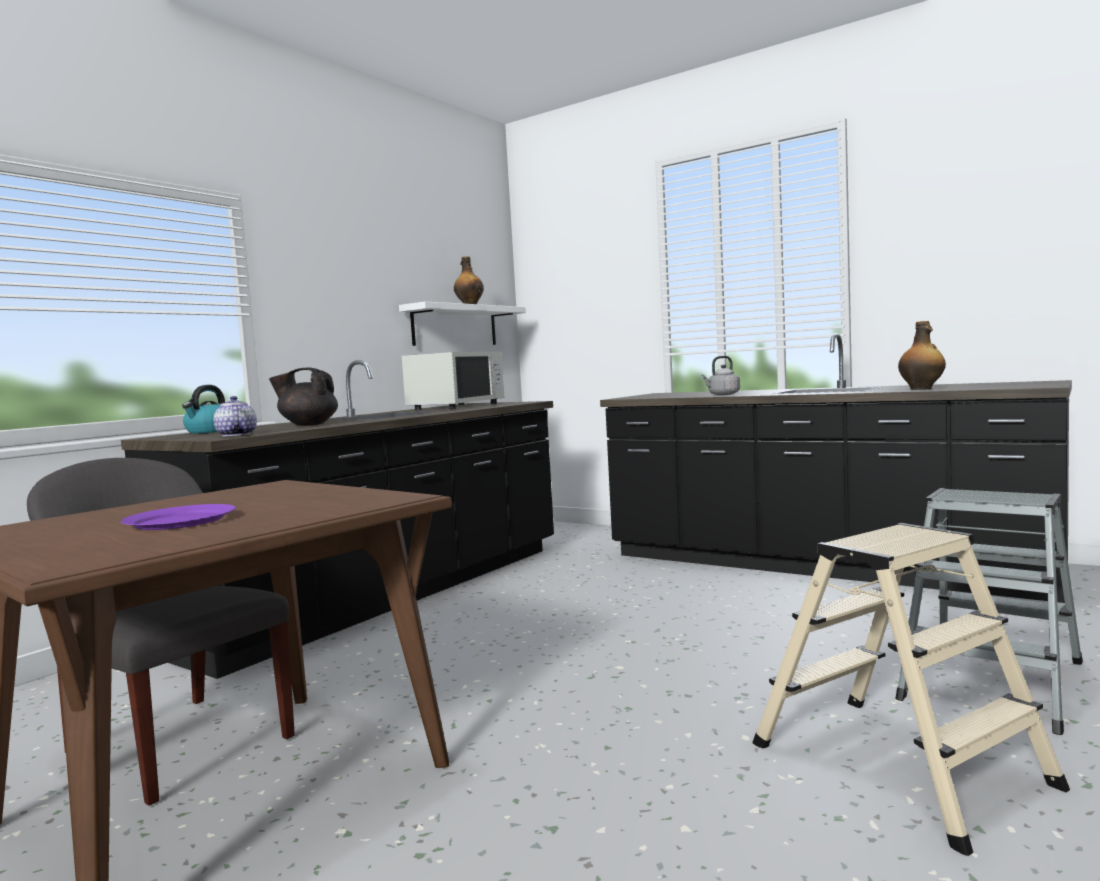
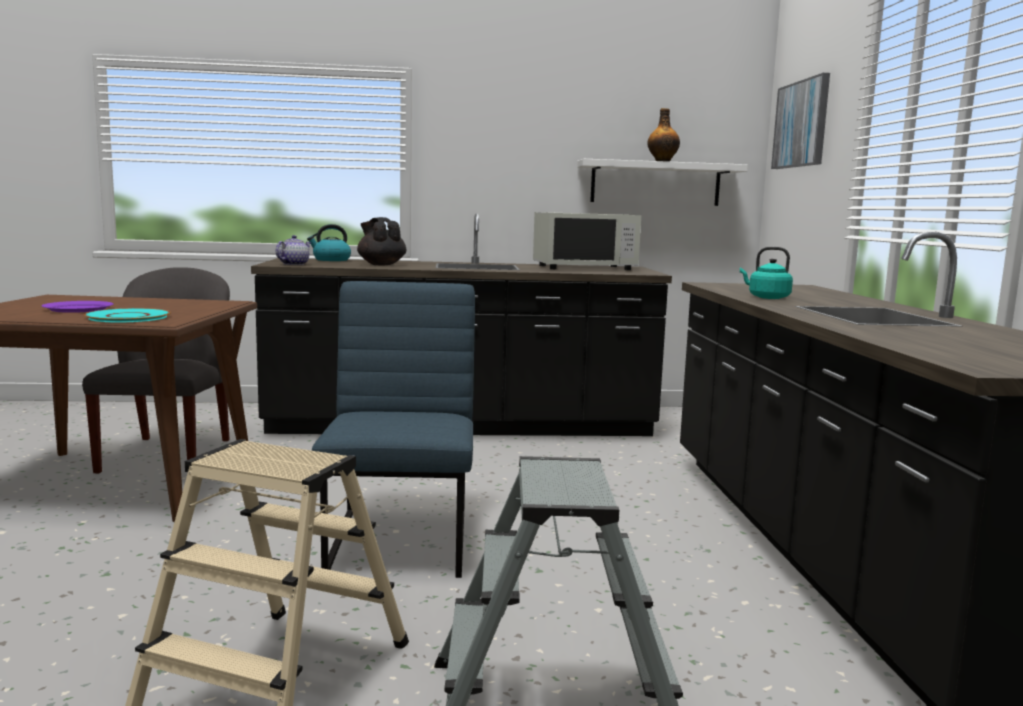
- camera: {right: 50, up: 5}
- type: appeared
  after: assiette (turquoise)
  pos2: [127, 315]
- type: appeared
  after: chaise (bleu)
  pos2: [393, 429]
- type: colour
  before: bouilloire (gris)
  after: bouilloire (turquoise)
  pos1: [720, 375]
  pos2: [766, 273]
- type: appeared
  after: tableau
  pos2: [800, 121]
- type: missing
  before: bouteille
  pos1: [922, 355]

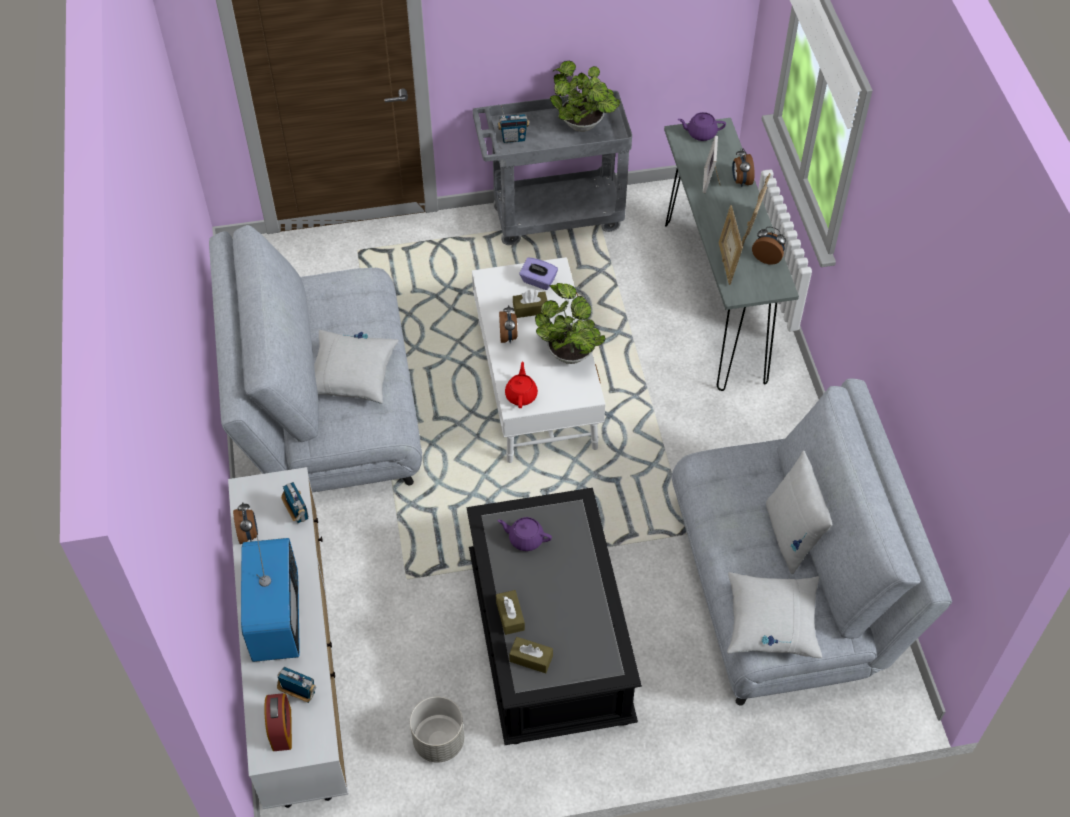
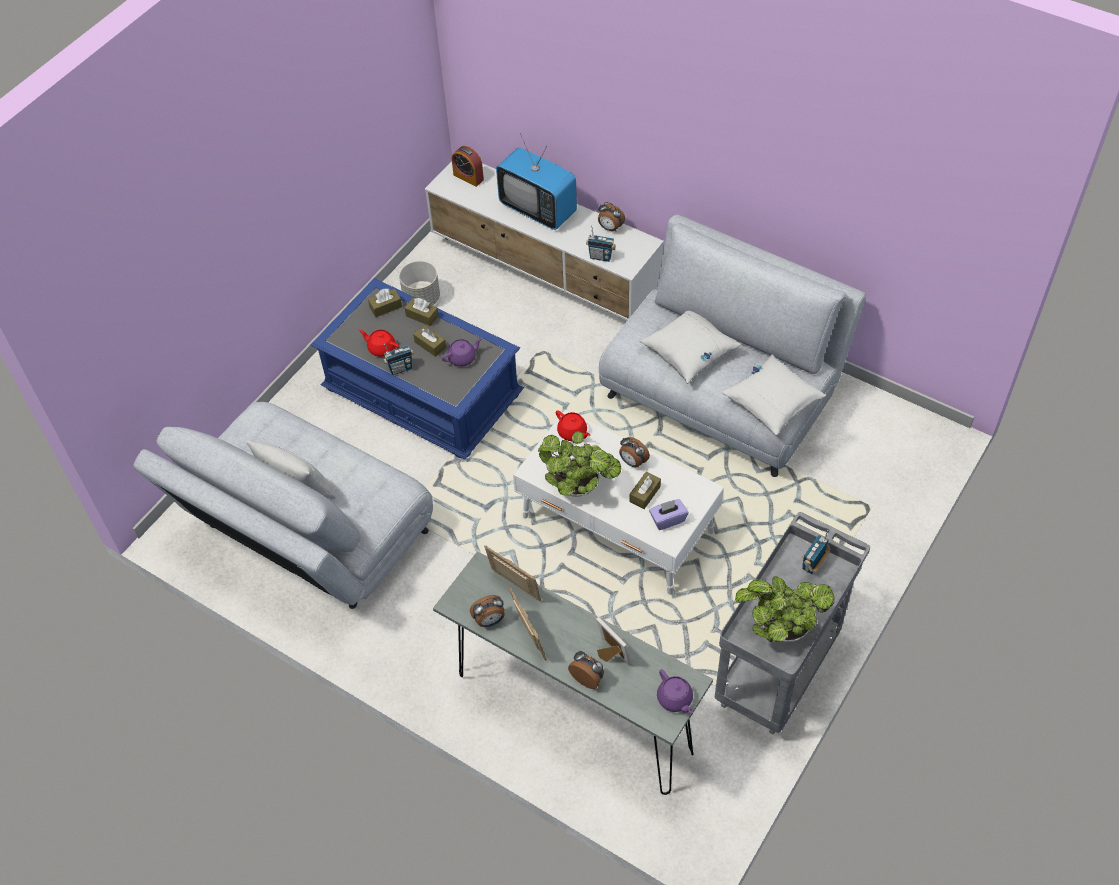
- camera: {right: 135, up: 0}
- type: colour
  before: table basse (noir)
  after: table basse (bleu)
  pos1: [554, 616]
  pos2: [417, 369]
- type: appeared
  after: théière (rouge)
  pos2: [379, 343]
- type: relocated
  before: radio
  pos1: [296, 685]
  pos2: [398, 359]
- type: appeared
  after: boîte à mouchoirs (marron)
  pos2: [429, 341]
- type: spun
  before: théière (violet)
  pos1: [702, 126]
  pos2: [675, 691]
  turn: 105
- type: relocated
  before: coussin (gris)
  pos1: [774, 615]
  pos2: [774, 395]

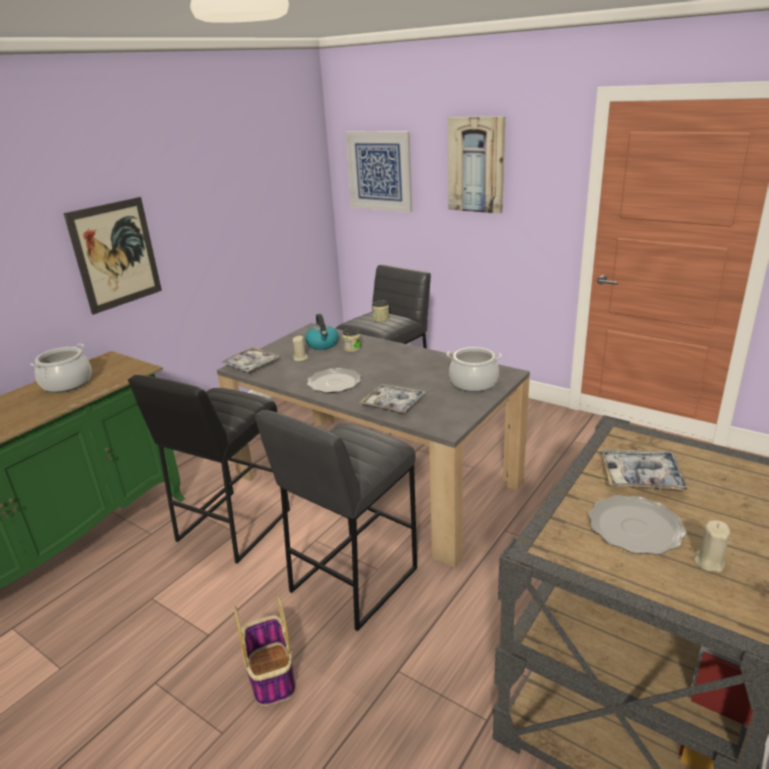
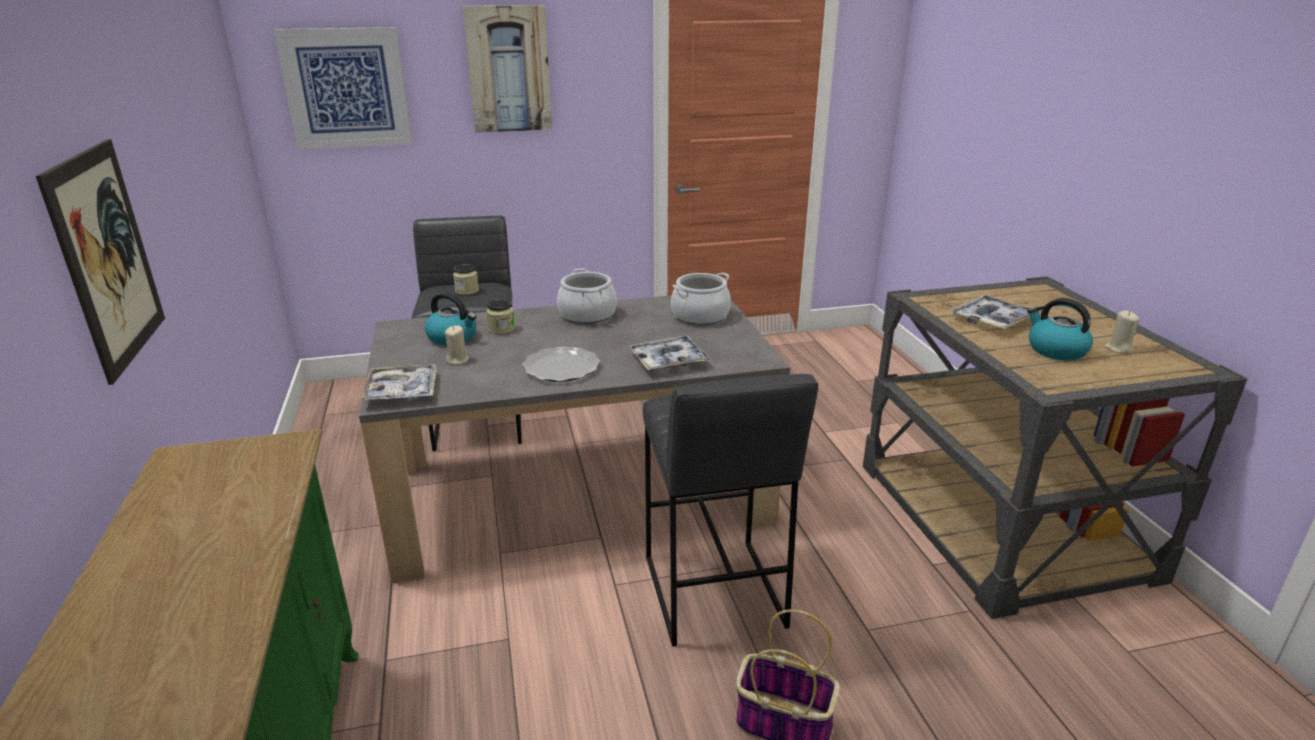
- camera: {right: -50, up: 0}
- type: relocated
  before: marmite
  pos1: [61, 368]
  pos2: [587, 296]
- type: exchanged
  before: assiette
  after: bouilloire
  pos1: [637, 525]
  pos2: [1060, 329]
- type: missing
  before: tabouret (noir)
  pos1: [209, 469]

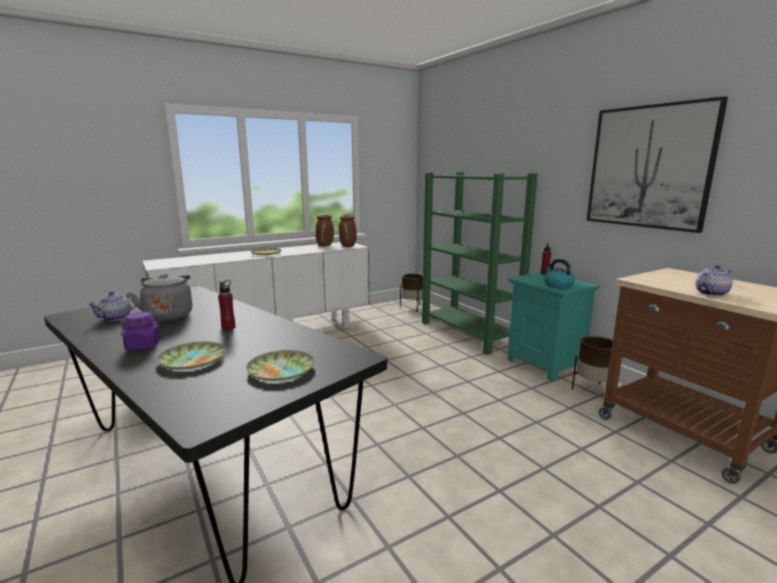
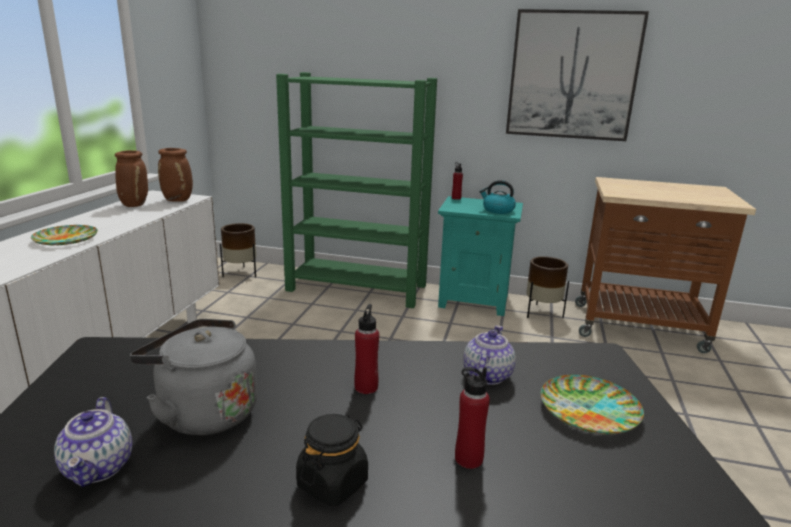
- camera: {right: -45, up: 5}
- type: colour
  before: bocal (violet)
  after: bocal (noir)
  pos1: [140, 331]
  pos2: [332, 460]
- type: exchanged
  before: assiette
  after: bouteille (rouge)
  pos1: [191, 355]
  pos2: [472, 418]
- type: relocated
  before: théière
  pos1: [714, 280]
  pos2: [489, 355]

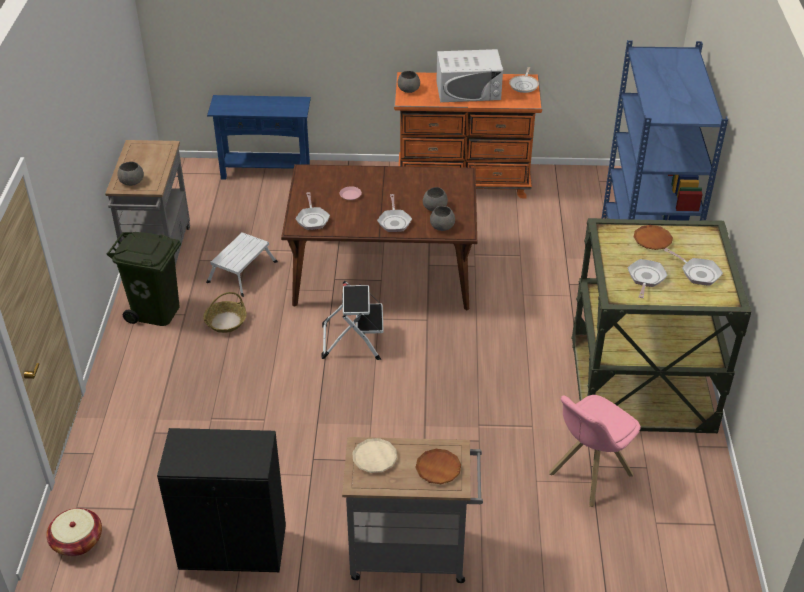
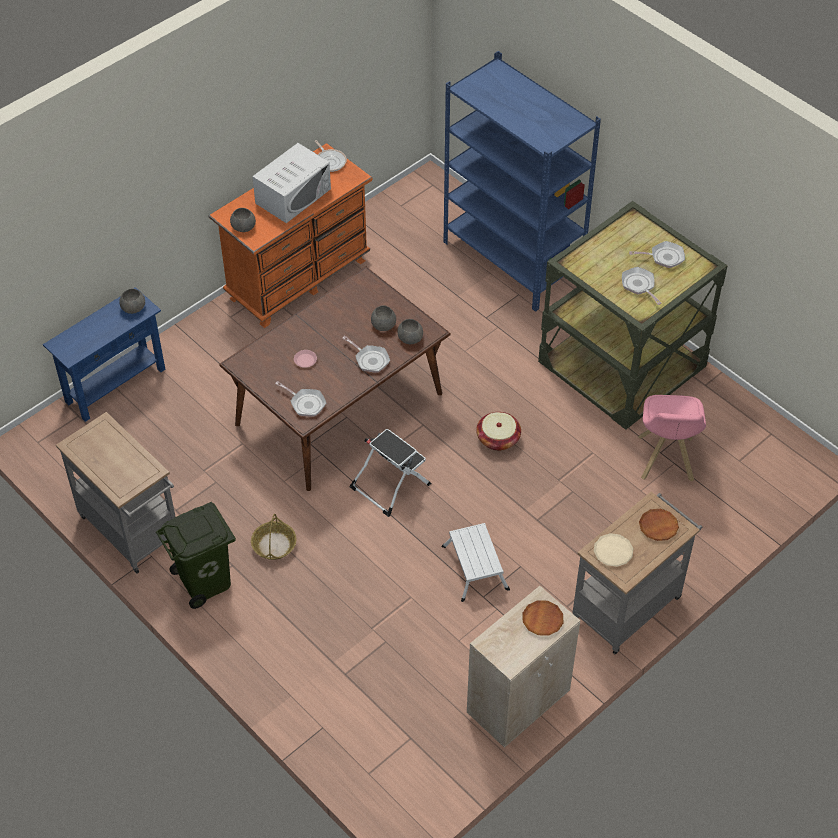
- camera: {right: -45, up: 10}
- type: relocated
  before: bol (gris)
  pos1: [130, 174]
  pos2: [132, 301]
- type: relocated
  before: escabeau (blanc)
  pos1: [242, 264]
  pos2: [475, 562]
- type: colour
  before: meuble de rangement (noir)
  after: meuble de rangement (beige)
  pos1: [221, 500]
  pos2: [523, 667]
- type: relocated
  before: panier
  pos1: [74, 532]
  pos2: [498, 431]
- type: relocated
  before: assiette (marron)
  pos1: [653, 237]
  pos2: [543, 618]

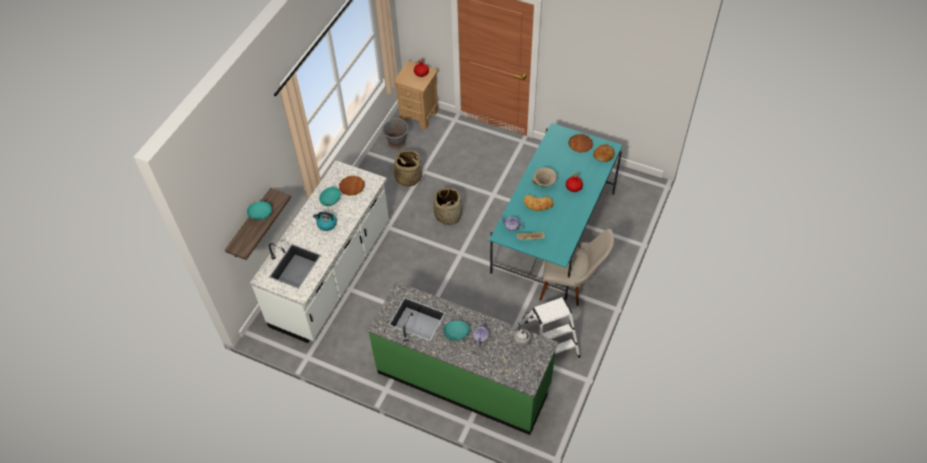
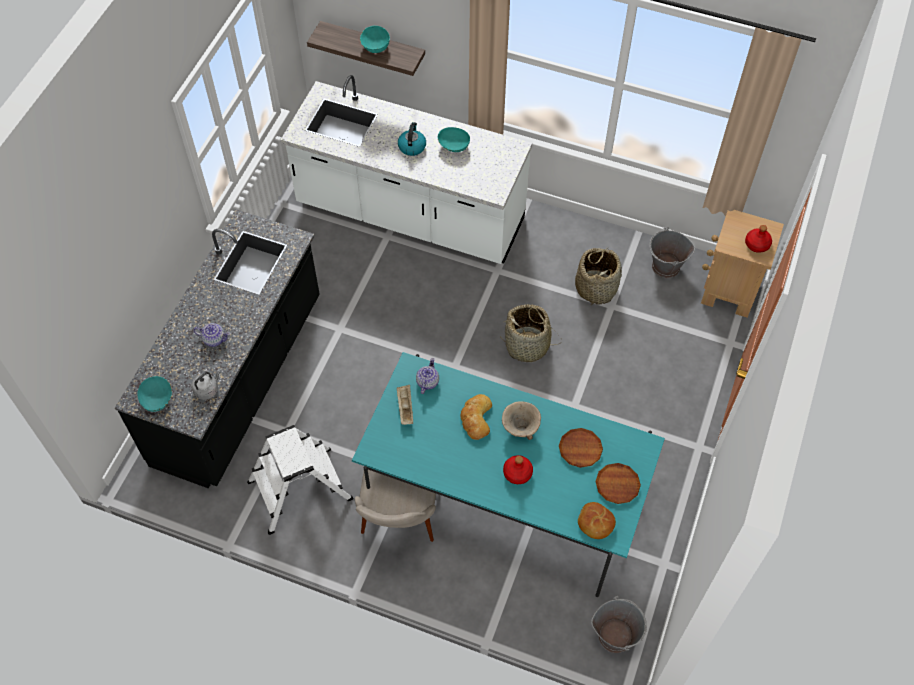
- camera: {right: 85, up: 5}
- type: colour
  before: comptoir de cuisine (vert)
  after: comptoir de cuisine (noir)
  pos1: [463, 358]
  pos2: [217, 349]
- type: relocated
  before: bol (turquoise)
  pos1: [456, 330]
  pos2: [154, 394]
- type: relocated
  before: assiette (marron)
  pos1: [352, 186]
  pos2: [581, 448]
- type: appeared
  after: seau (gris)
  pos2: [619, 624]

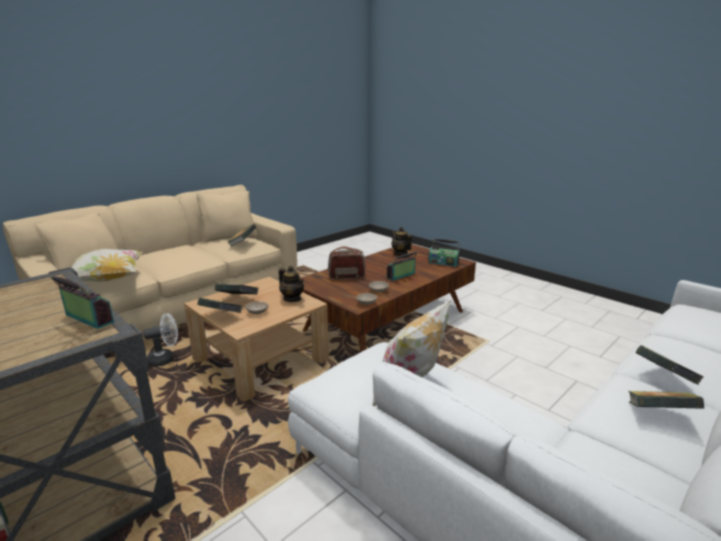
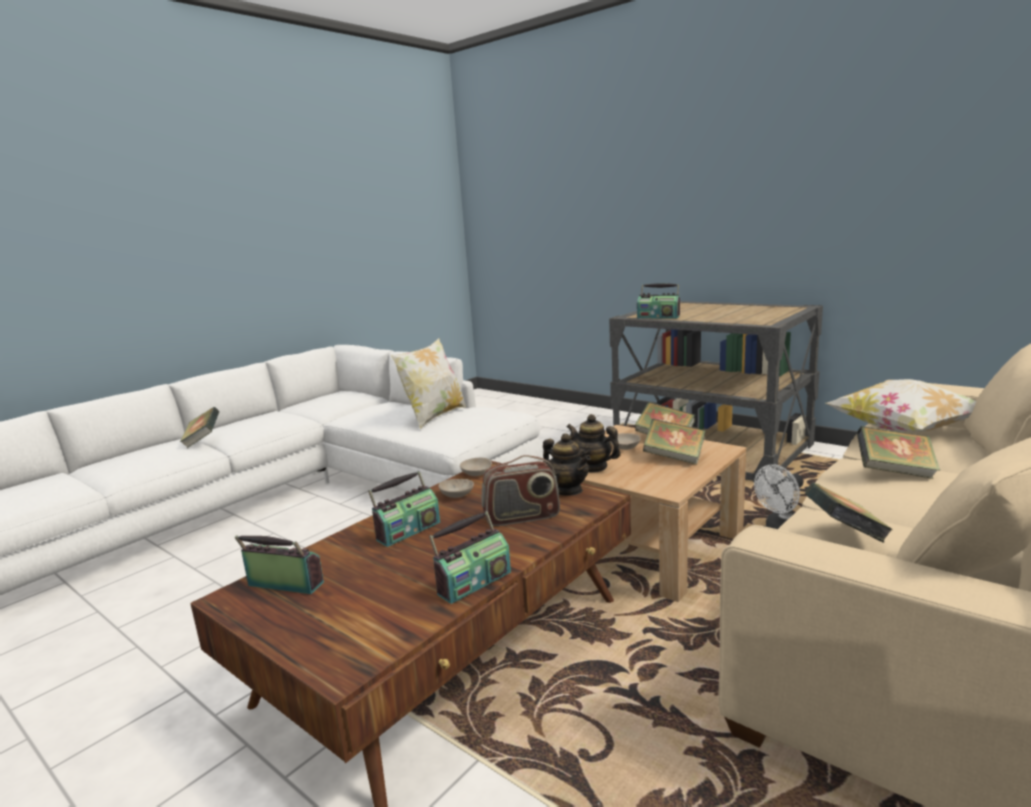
- camera: {right: 175, up: -5}
- type: appeared
  after: radio
  pos2: [470, 557]
- type: relocated
  before: théière
  pos1: [401, 241]
  pos2: [567, 464]
- type: relocated
  before: livre
  pos1: [666, 399]
  pos2: [898, 452]

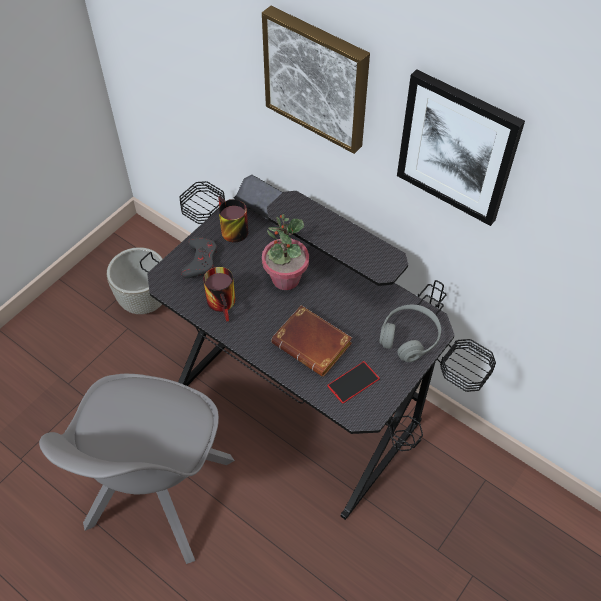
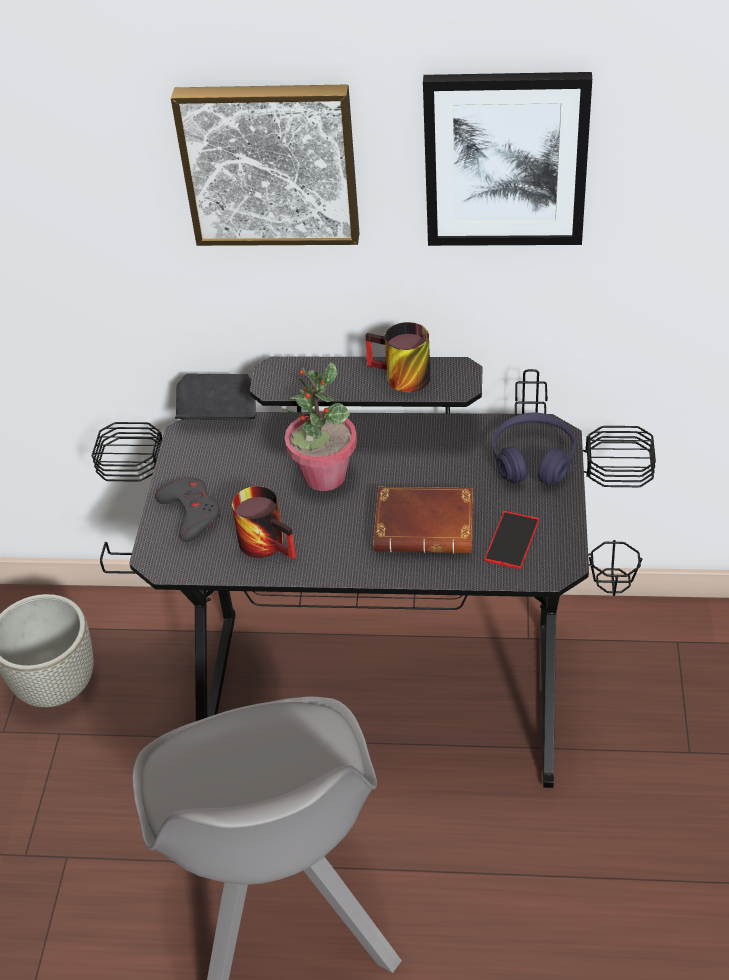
- camera: {right: -30, up: -10}
- type: relocated
  before: mug
  pos1: [233, 219]
  pos2: [397, 357]
- type: colour
  before: casque audio (gris)
  after: casque audio (violet)
  pos1: [410, 333]
  pos2: [534, 448]

